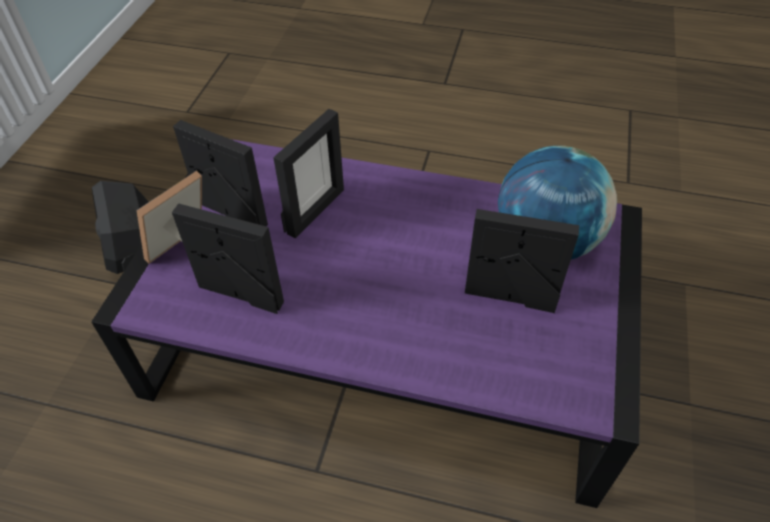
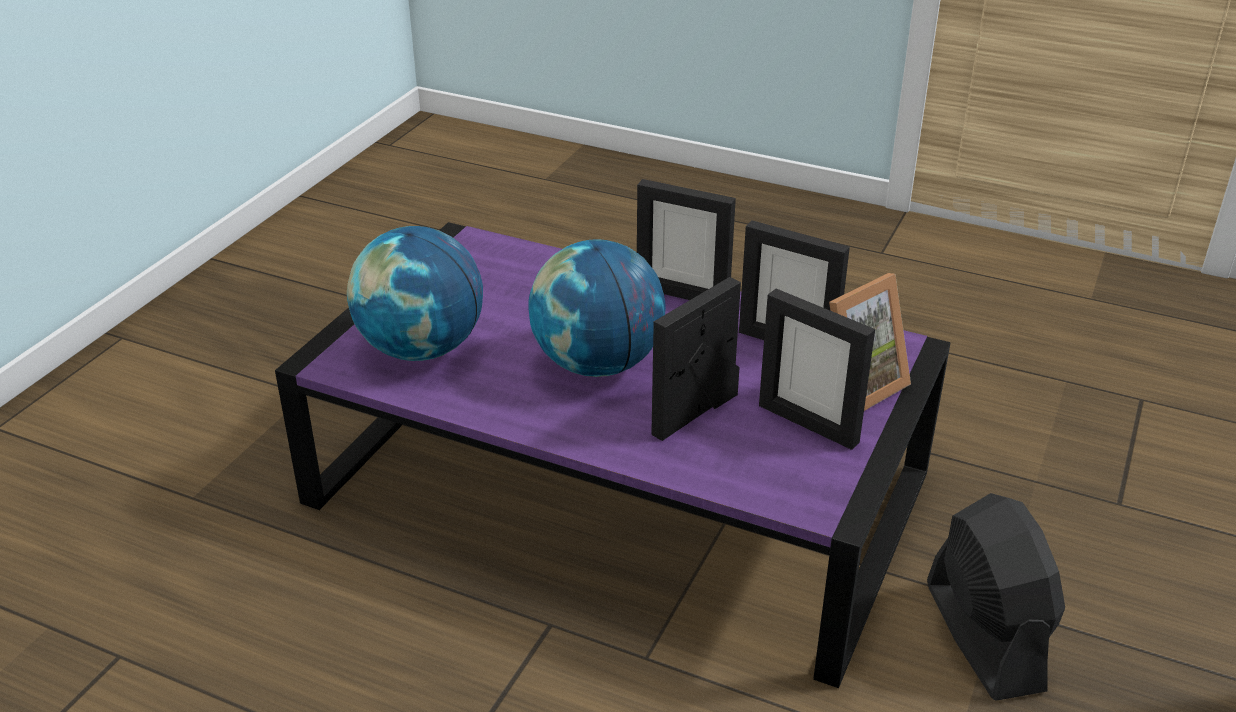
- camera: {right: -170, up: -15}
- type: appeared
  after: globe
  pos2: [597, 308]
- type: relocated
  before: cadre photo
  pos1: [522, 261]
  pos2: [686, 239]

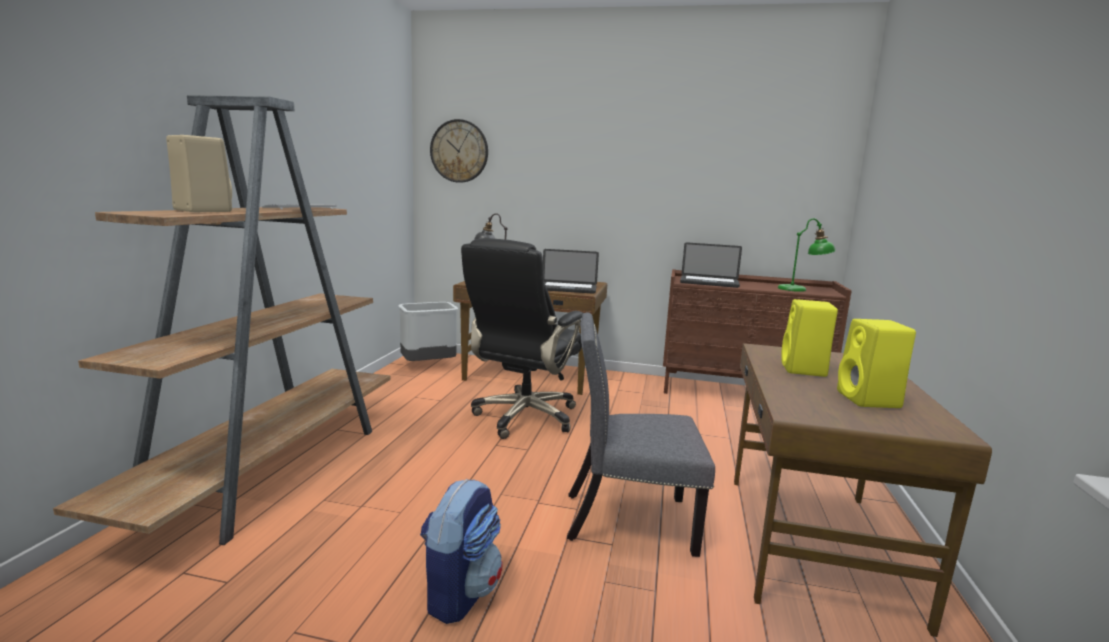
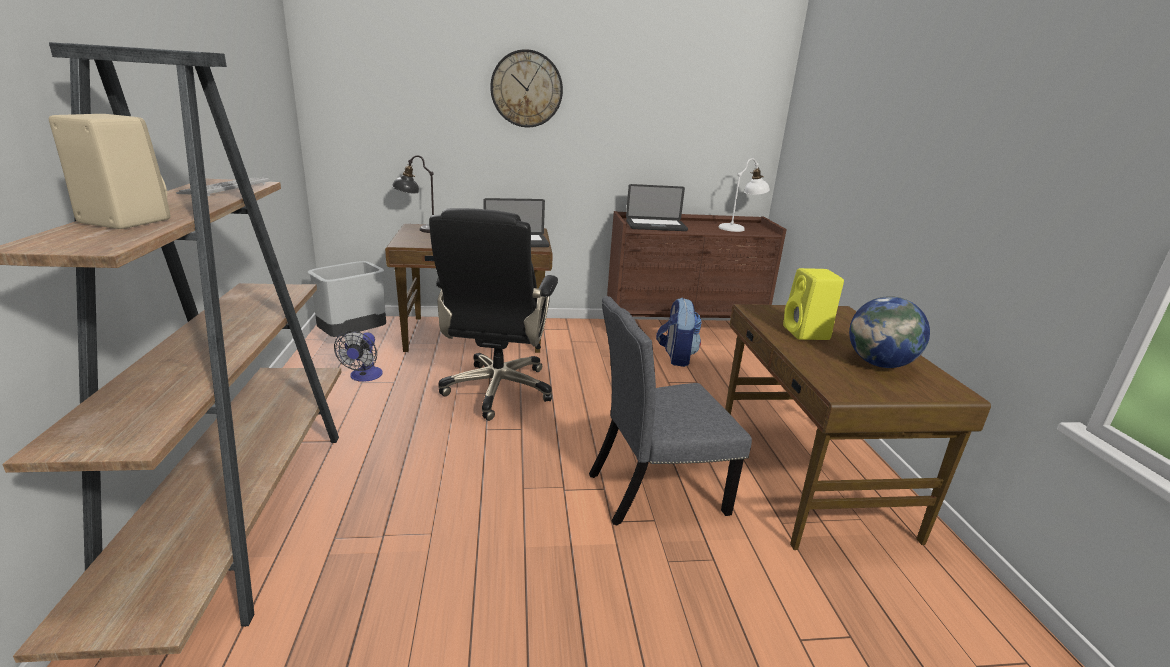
- camera: {right: -20, up: 10}
- type: appeared
  after: ventilateur
  pos2: [358, 356]
- type: relocated
  before: horloge murale
  pos1: [459, 151]
  pos2: [526, 88]
- type: relocated
  before: sac à dos
  pos1: [461, 551]
  pos2: [679, 332]
- type: colour
  before: lampe de table (vert)
  after: lampe de table (blanc)
  pos1: [807, 255]
  pos2: [744, 195]
- type: exchanged
  before: enceinte (jaune)
  after: globe
  pos1: [876, 363]
  pos2: [889, 332]

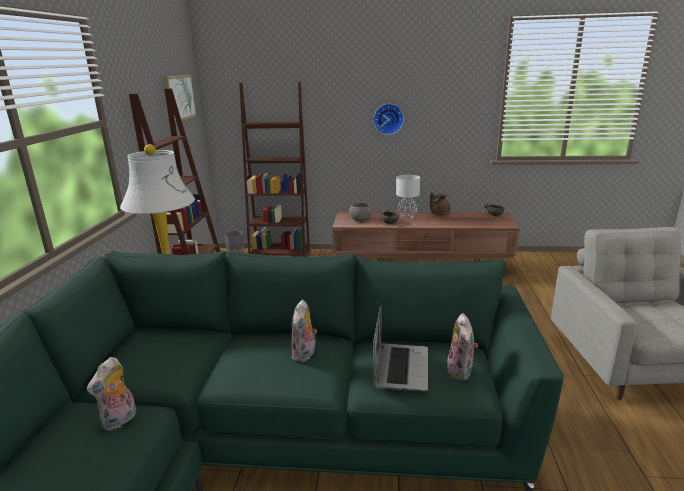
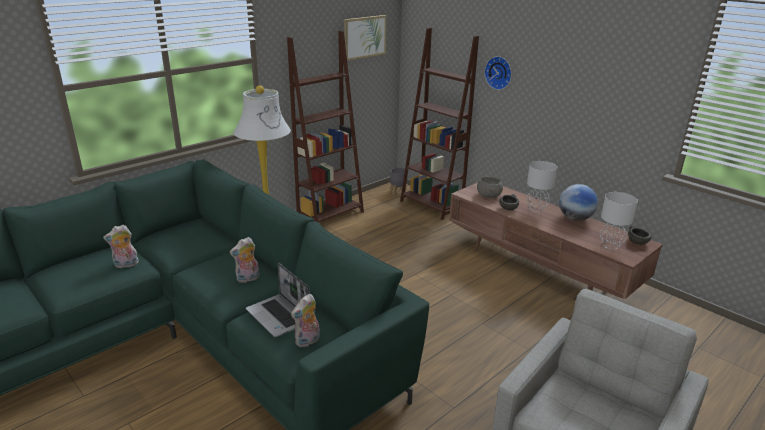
- camera: {right: 40, up: 5}
- type: spun
  before: ordinateur portable
  pos1: [400, 348]
  pos2: [278, 299]
  turn: 90
- type: relocated
  before: horloge murale
  pos1: [388, 119]
  pos2: [498, 73]
- type: exchanged
  before: théière (marron)
  after: globe
  pos1: [440, 204]
  pos2: [578, 202]
- type: appeared
  after: lampe de table (gris)
  pos2: [619, 221]

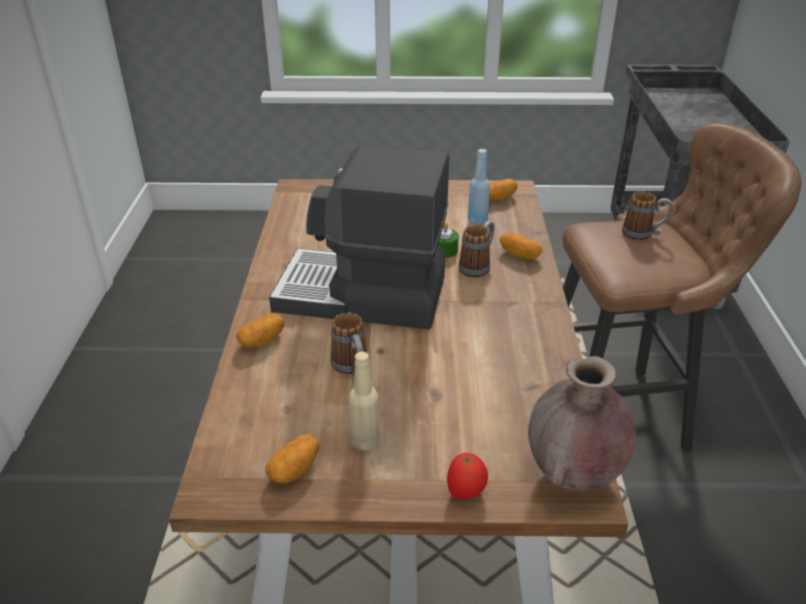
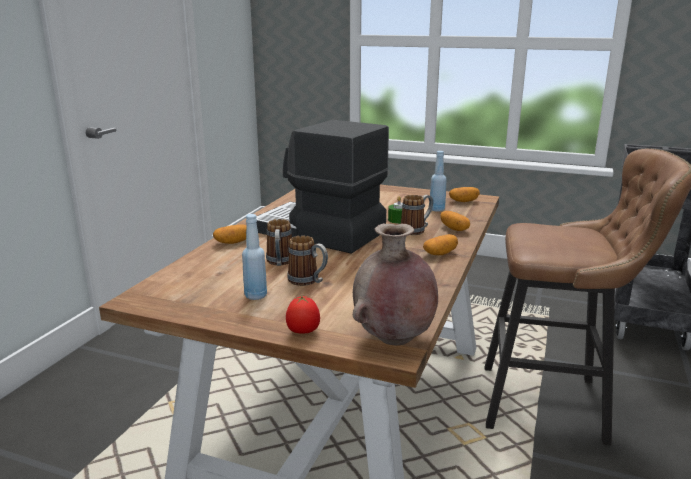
- camera: {right: 20, up: -15}
- type: colour
  before: bouteille (beige)
  after: bouteille (bleu)
  pos1: [364, 400]
  pos2: [254, 257]
- type: relocated
  before: mug
  pos1: [647, 215]
  pos2: [307, 260]
- type: relocated
  before: pomme de terre
  pos1: [292, 458]
  pos2: [440, 244]

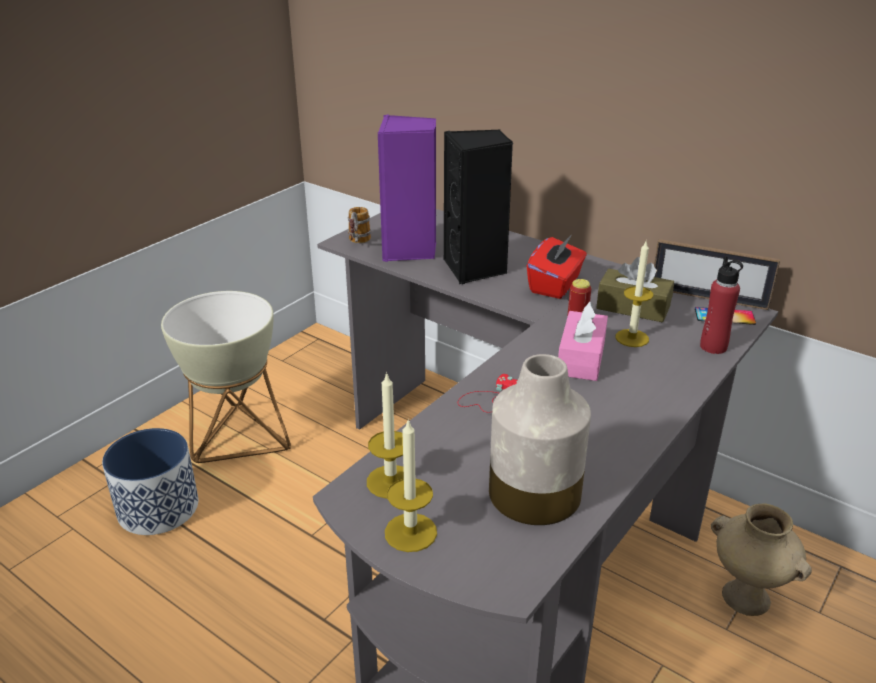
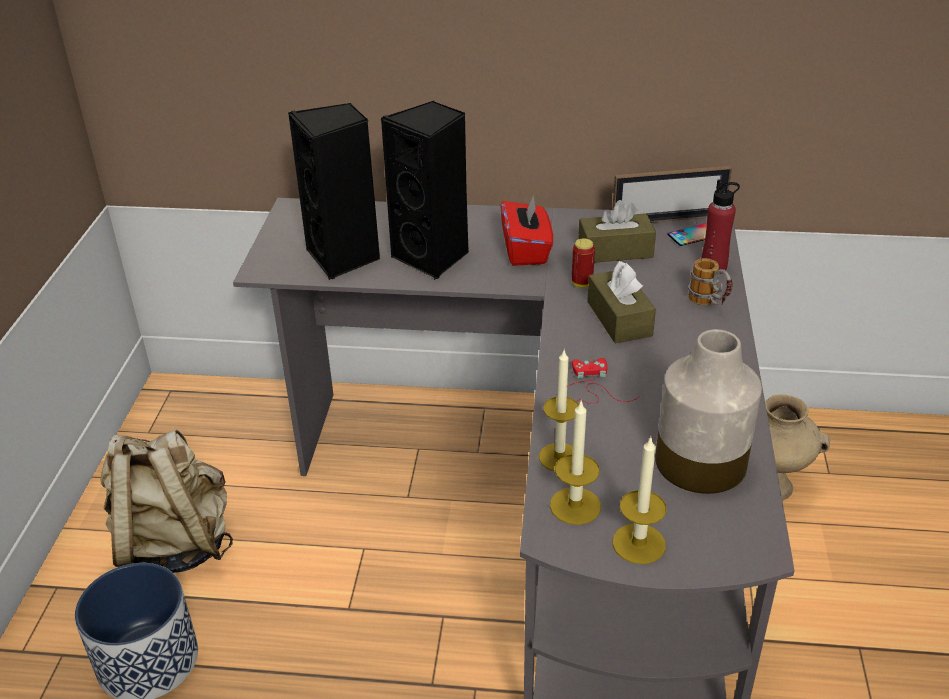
- camera: {right: -30, up: 5}
- type: exchanged
  before: cache-pot
  after: sac à dos (beige)
  pos1: [226, 377]
  pos2: [166, 501]
- type: colour
  before: enceinte (violet)
  after: enceinte (noir)
  pos1: [407, 188]
  pos2: [334, 191]
- type: relocated
  before: bougie
  pos1: [634, 294]
  pos2: [559, 410]
- type: colour
  before: boîte à mouchoirs (rose)
  after: boîte à mouchoirs (marron)
  pos1: [583, 341]
  pos2: [621, 302]
- type: relocated
  before: mug
  pos1: [359, 225]
  pos2: [710, 281]

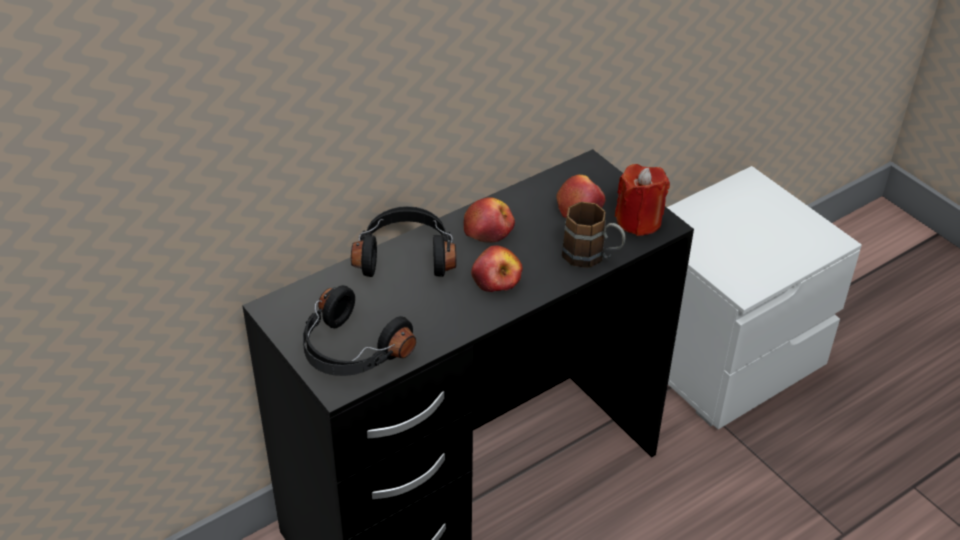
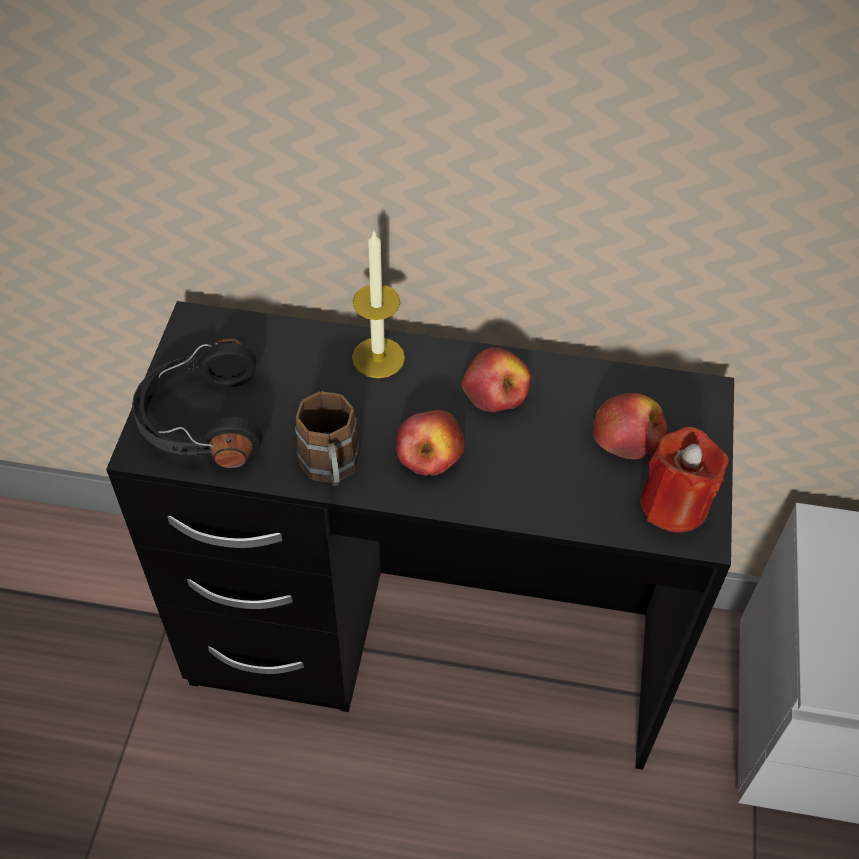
- camera: {right: 45, up: 10}
- type: relocated
  before: mug (marron)
  pos1: [594, 235]
  pos2: [327, 438]
- type: exchanged
  before: casque audio (noir)
  after: bougie
  pos1: [403, 241]
  pos2: [378, 305]

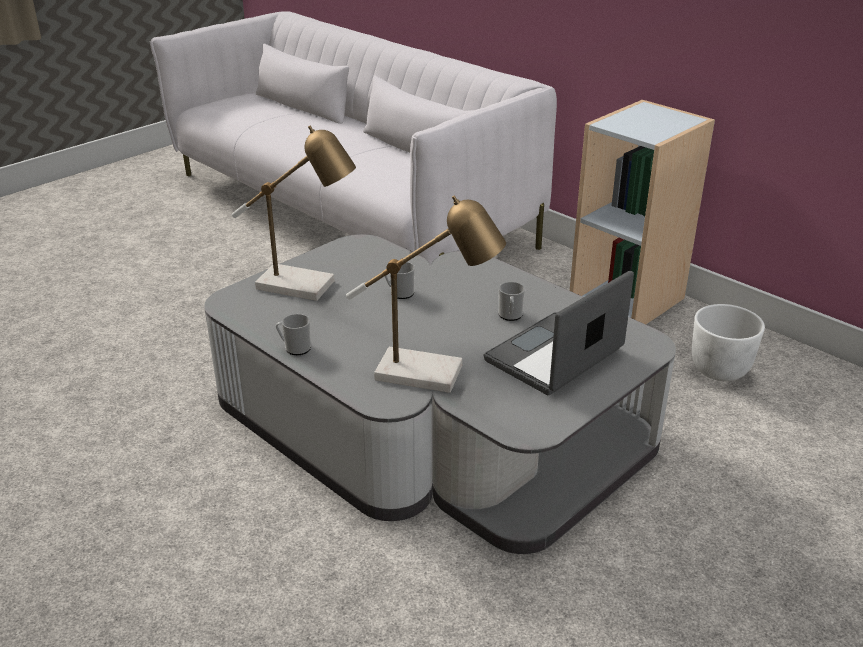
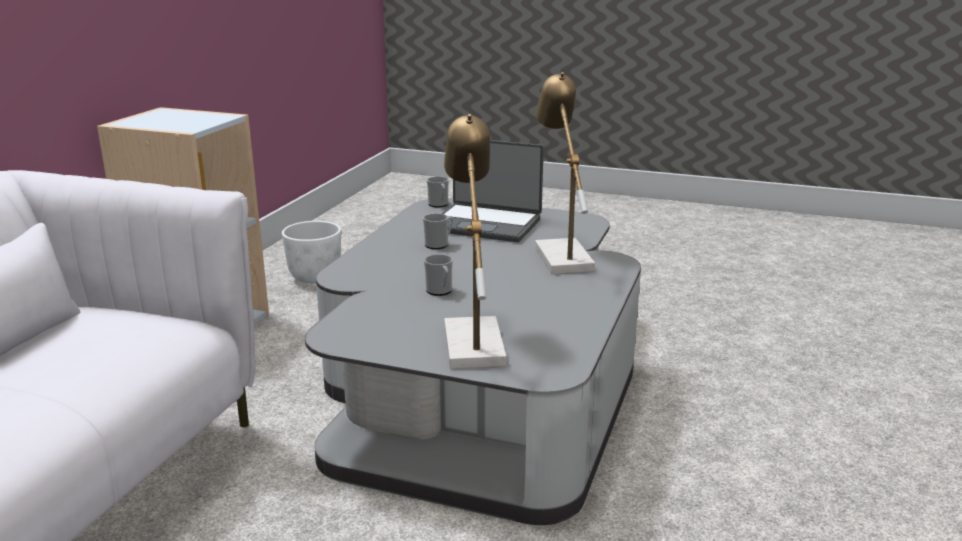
- camera: {right: -115, up: -10}
- type: relocated
  before: mug
  pos1: [293, 334]
  pos2: [438, 191]

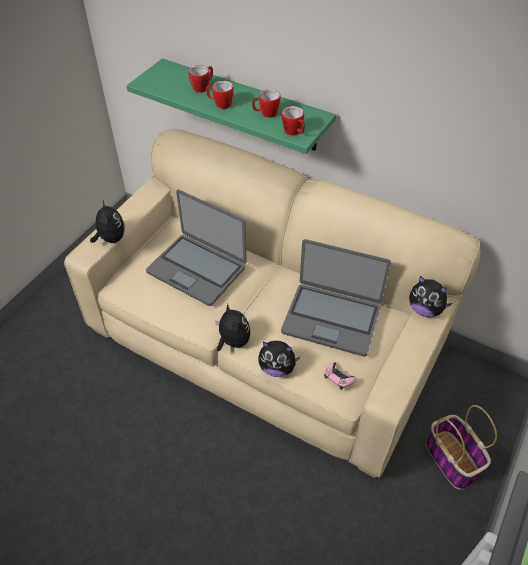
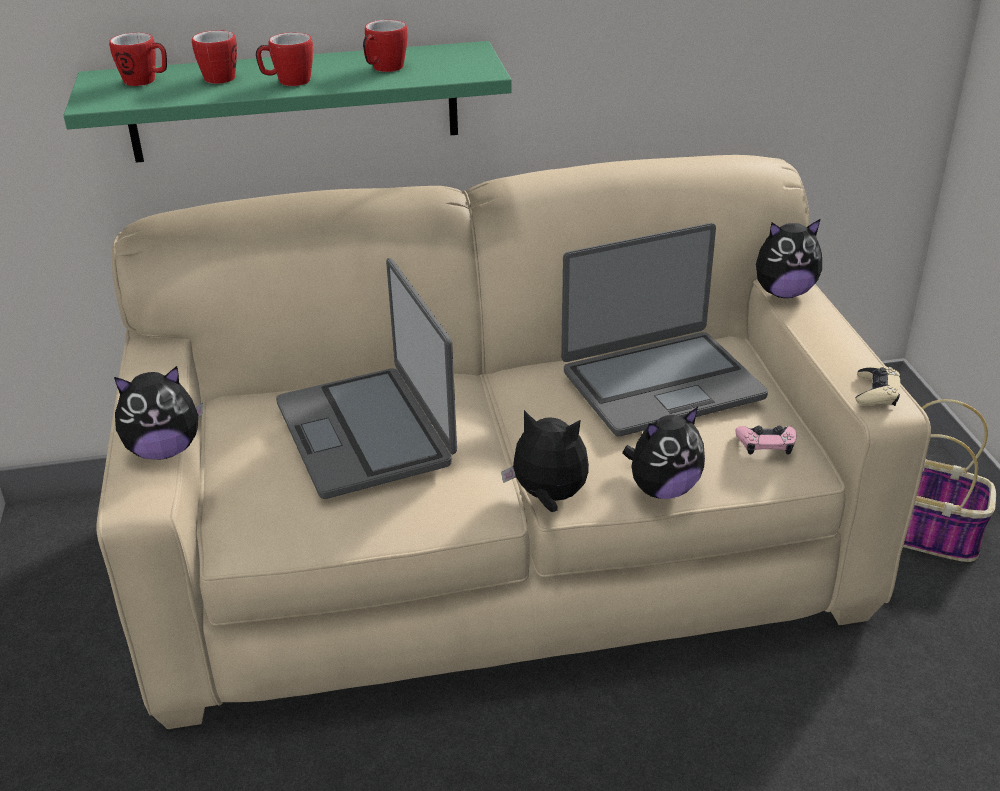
- camera: {right: -40, up: -15}
- type: relocated
  before: mug
  pos1: [293, 121]
  pos2: [138, 59]
- type: spun
  before: peluche
  pos1: [107, 221]
  pos2: [158, 413]
  turn: 135
- type: spun
  before: ordinateur portable
  pos1: [196, 247]
  pos2: [366, 378]
  turn: 75
- type: appeared
  after: manette (beige)
  pos2: [877, 386]

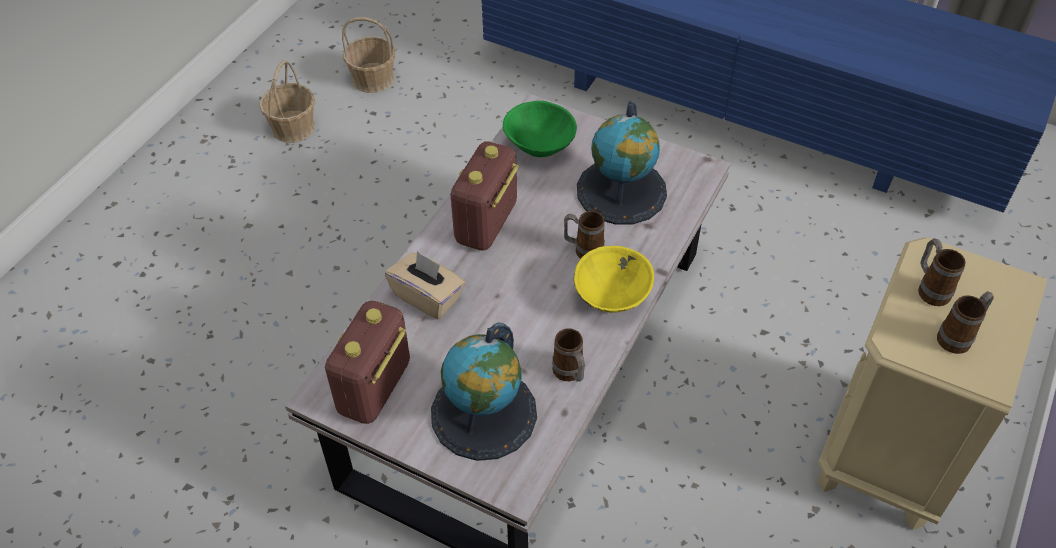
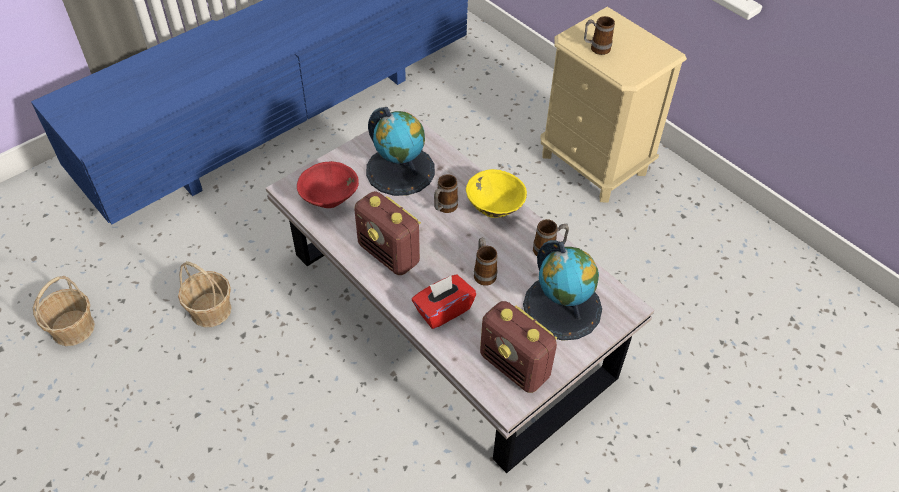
- camera: {right: -70, up: 0}
- type: relocated
  before: panier
  pos1: [287, 101]
  pos2: [205, 294]
- type: colour
  before: bol (vert)
  after: bol (rouge)
  pos1: [540, 129]
  pos2: [328, 184]
- type: colour
  before: boîte à mouchoirs (beige)
  after: boîte à mouchoirs (rouge)
  pos1: [425, 285]
  pos2: [444, 301]
- type: relocated
  before: mug
  pos1: [965, 322]
  pos2: [486, 261]

